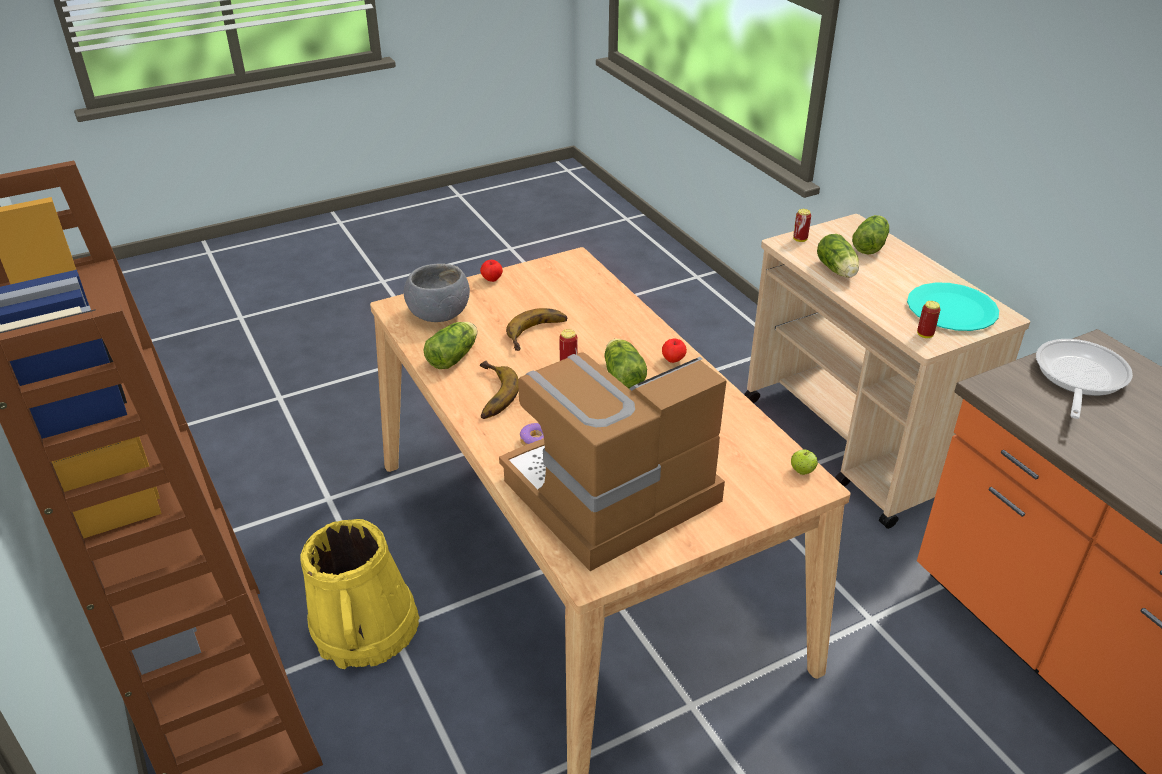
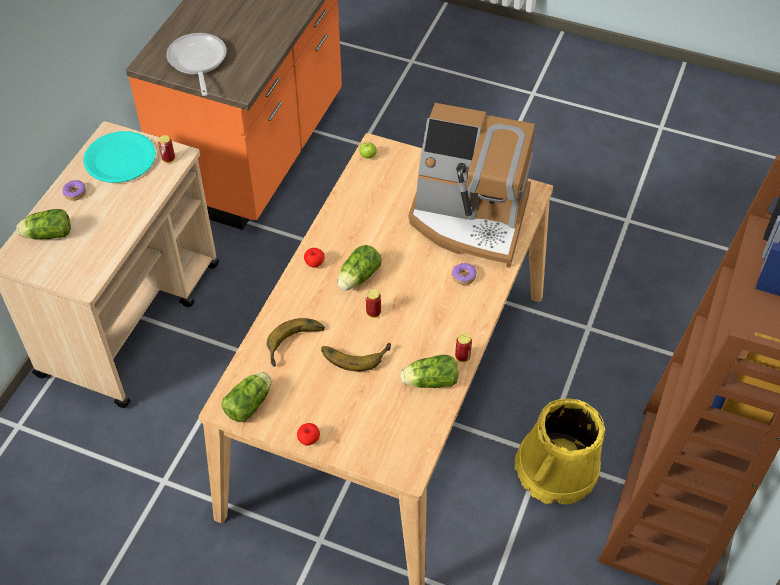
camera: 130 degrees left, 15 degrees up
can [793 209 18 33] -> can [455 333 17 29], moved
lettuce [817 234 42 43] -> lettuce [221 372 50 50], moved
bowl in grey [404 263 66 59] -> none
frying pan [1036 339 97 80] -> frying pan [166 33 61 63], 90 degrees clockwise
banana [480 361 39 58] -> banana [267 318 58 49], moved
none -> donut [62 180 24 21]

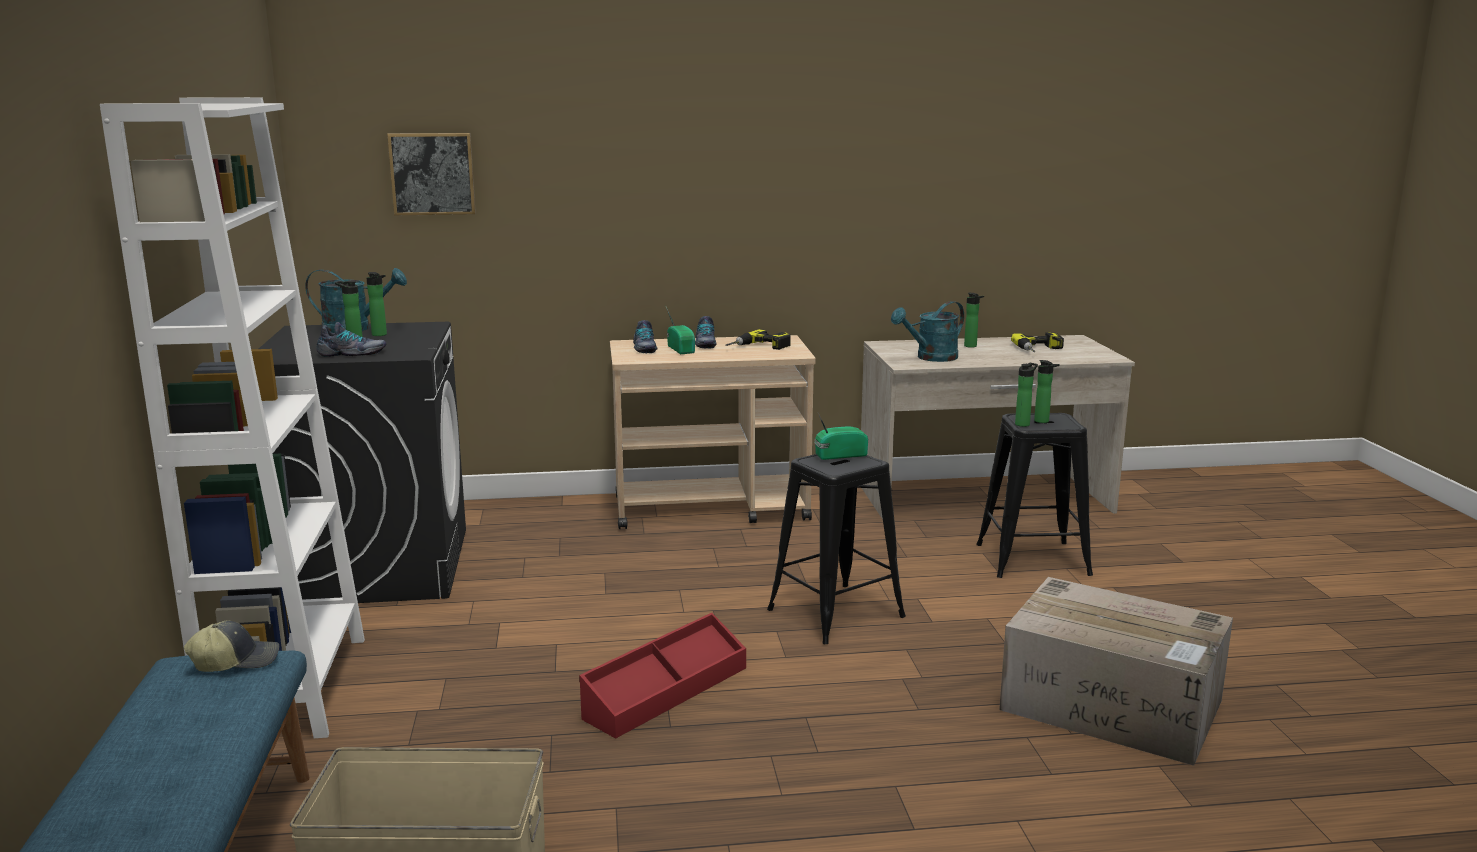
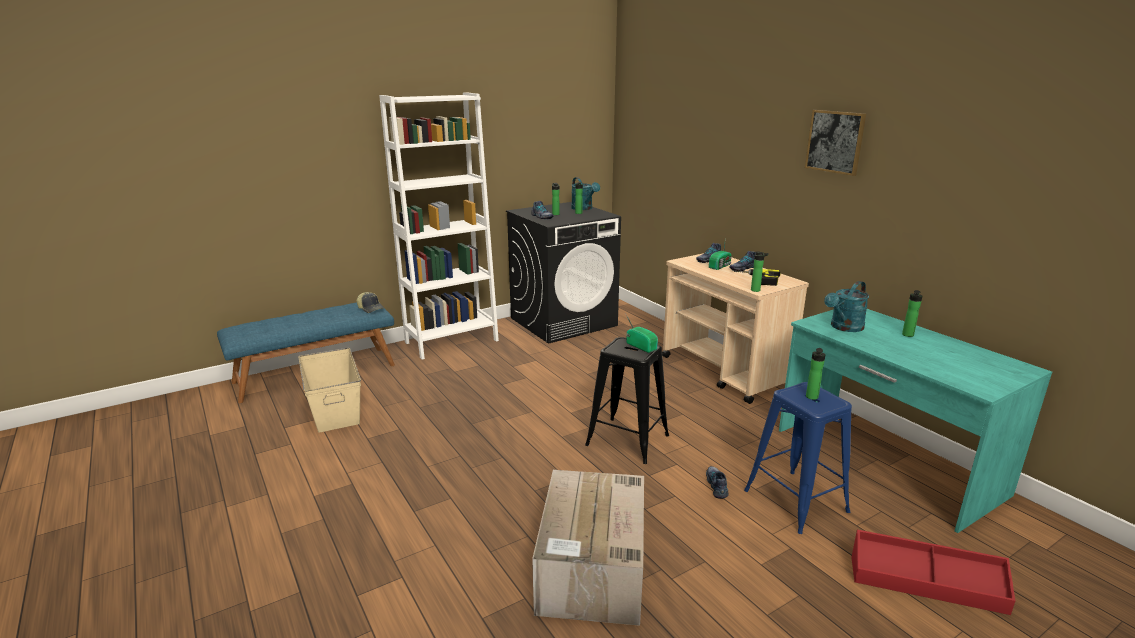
camera: 65 degrees right, 5 degrees up
picture [387 133 89 82] -> picture [805 110 61 66], moved
watering can in turquoise [891 301 73 61] -> watering can in turquoise [824 281 45 51], 75 degrees counterclockwise
power drill [1011 332 53 20] -> none
desk in beige [861 335 274 185] -> desk in turquoise [779 309 273 224]
bottle [1015 363 23 64] -> bottle [751 251 18 41], moved
stool in black [976 413 117 165] -> stool in blue [744 382 108 152]
storage box in red [579 613 167 126] -> storage box in red [851 530 164 85], moved
none -> shoe [706 466 22 33]

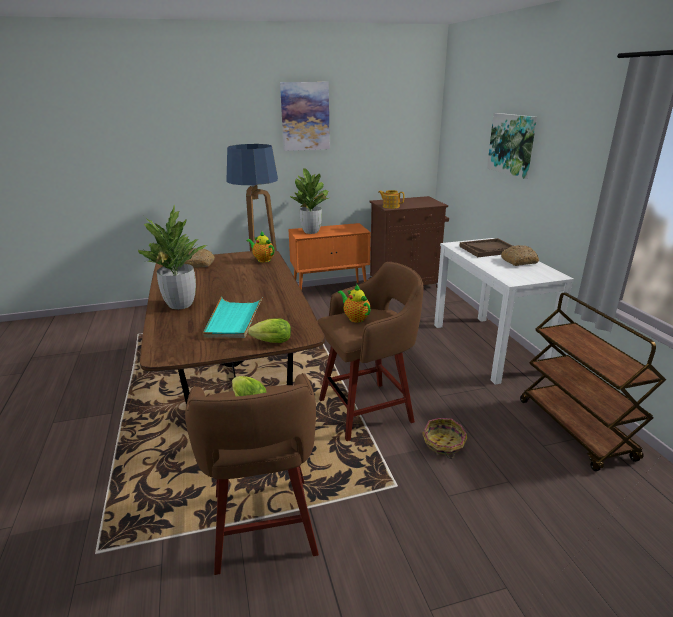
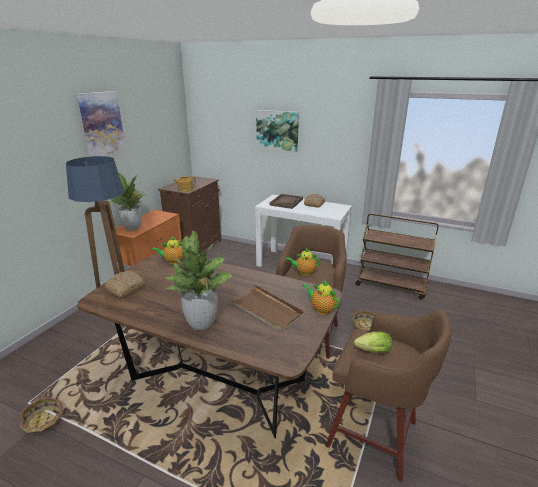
camera: 50 degrees left, 0 degrees up
tray in turquoise [203 297 59 41] -> tray in brown [229 285 75 47]
lettuce [248 318 43 25] -> teapot [302 280 38 35]
none -> basket [20 398 42 36]

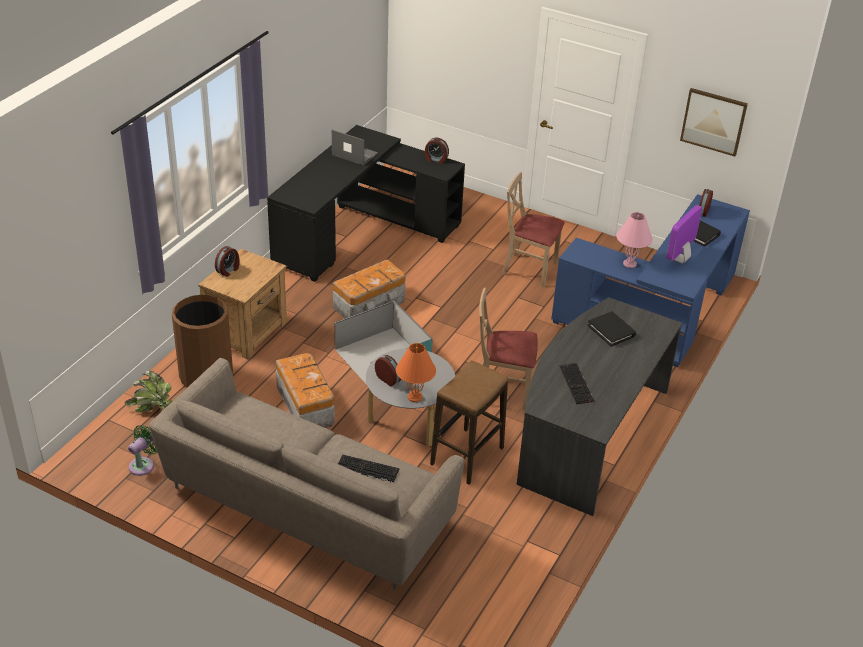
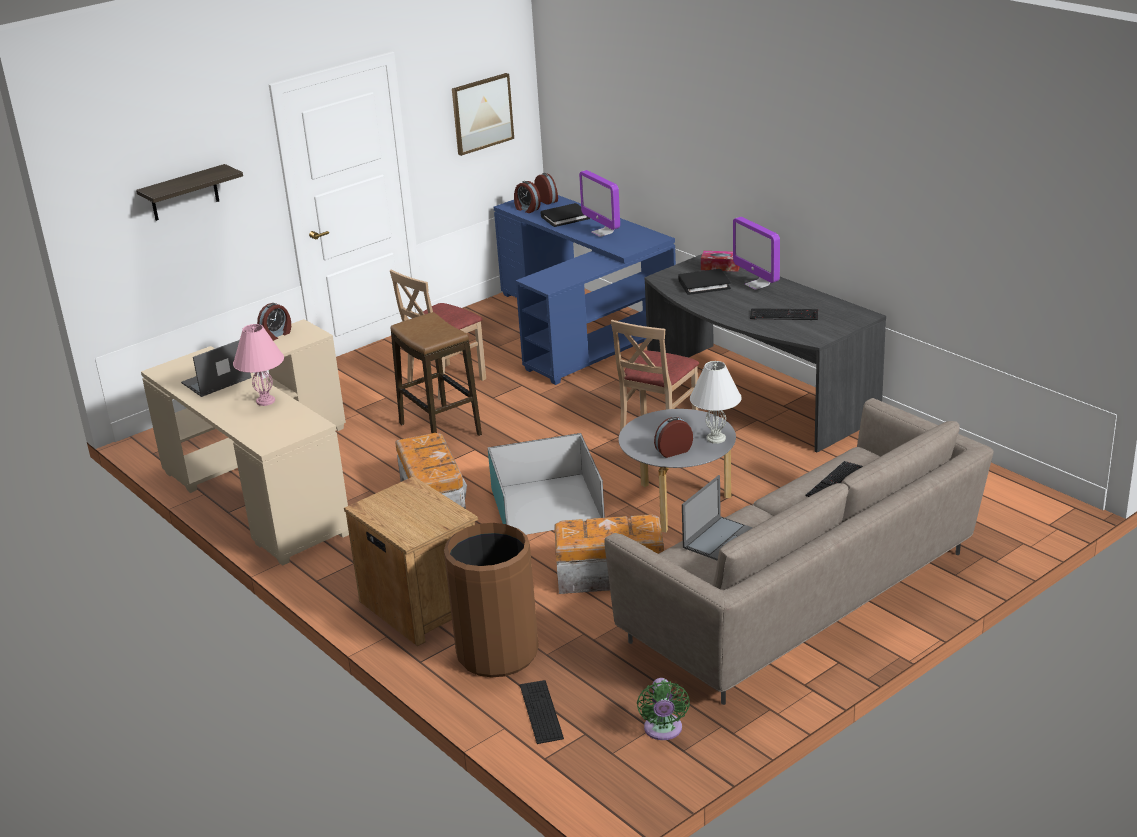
camera: 65 degrees left, 10 degrees down
desk in black [267 125 198 157] -> desk in beige [141 319 208 247]
table lamp in pink [616 212 37 56] -> table lamp in pink [233 324 51 82], moved
alarm clock [215 246 25 31] -> alarm clock [534 173 24 32], moved
table lamp in orange [396 343 40 59] -> table lamp in white [690 361 52 83]
stool [430 360 78 125] -> stool [390 312 92 124], moved
potted plant [125 371 47 42] -> keyboard [520 680 44 64]
fan in green [128 425 29 51] -> fan in green [637 678 53 62], 150 degrees counterclockwise
none -> shelf [136 164 107 57]
none -> monitor [733 217 47 73]
none -> tissue box [701 251 39 21]
none -> laptop [682 475 71 86]

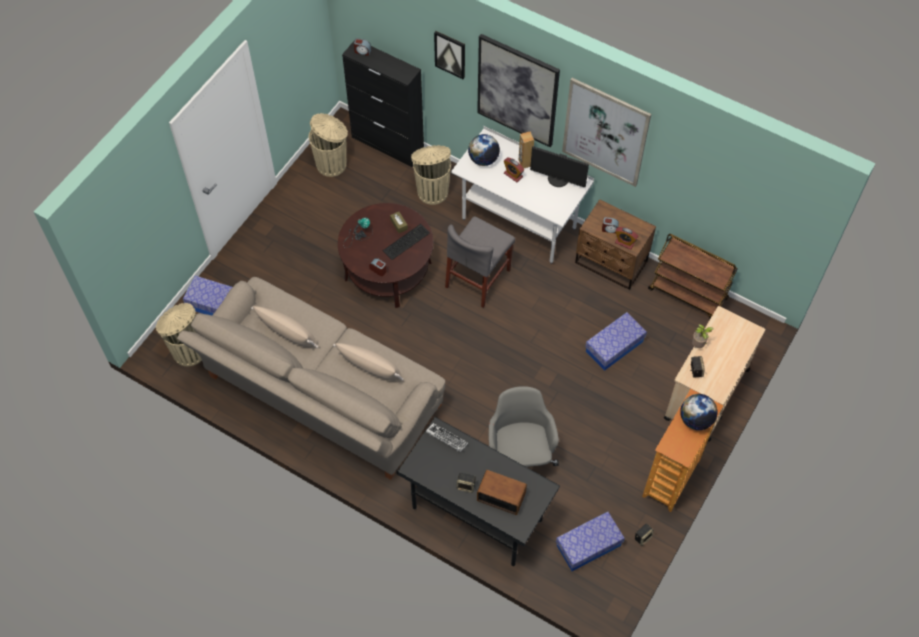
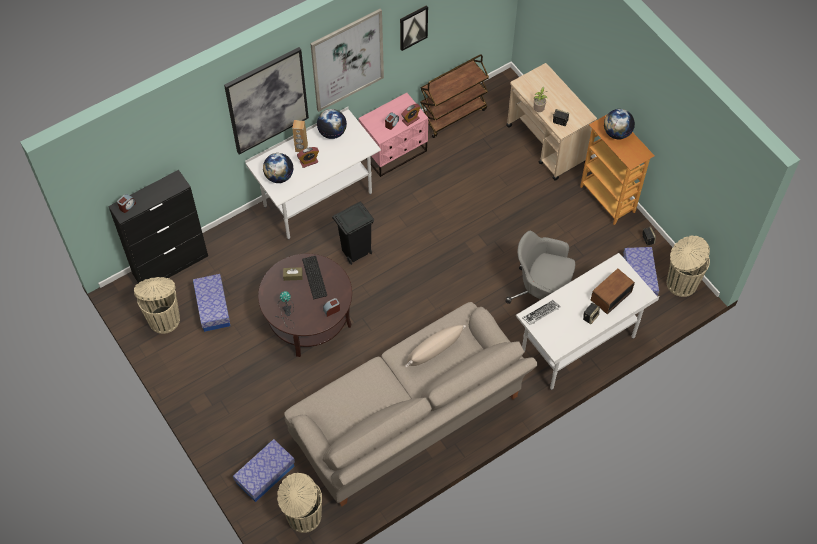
camera: 65 degrees left, 0 degrees up
picture [434 31 31 48] -> picture [400 5 28 46], moved
trash can in beige [411 145 40 60] -> trash can in beige [667 235 43 62], moved
monitor [530 146 59 42] -> globe [317 109 30 30]
nightstand in brown [575 199 81 91] -> nightstand in pink [358 93 70 84]
chair in grey [445 216 70 92] -> trash can in black [332 202 42 63]
pillow in beige [251 306 67 42] -> none
storage box [585 312 62 59] -> storage box [193 274 37 58], moved
desk in black [397 417 163 149] -> desk in white [516 253 143 137]

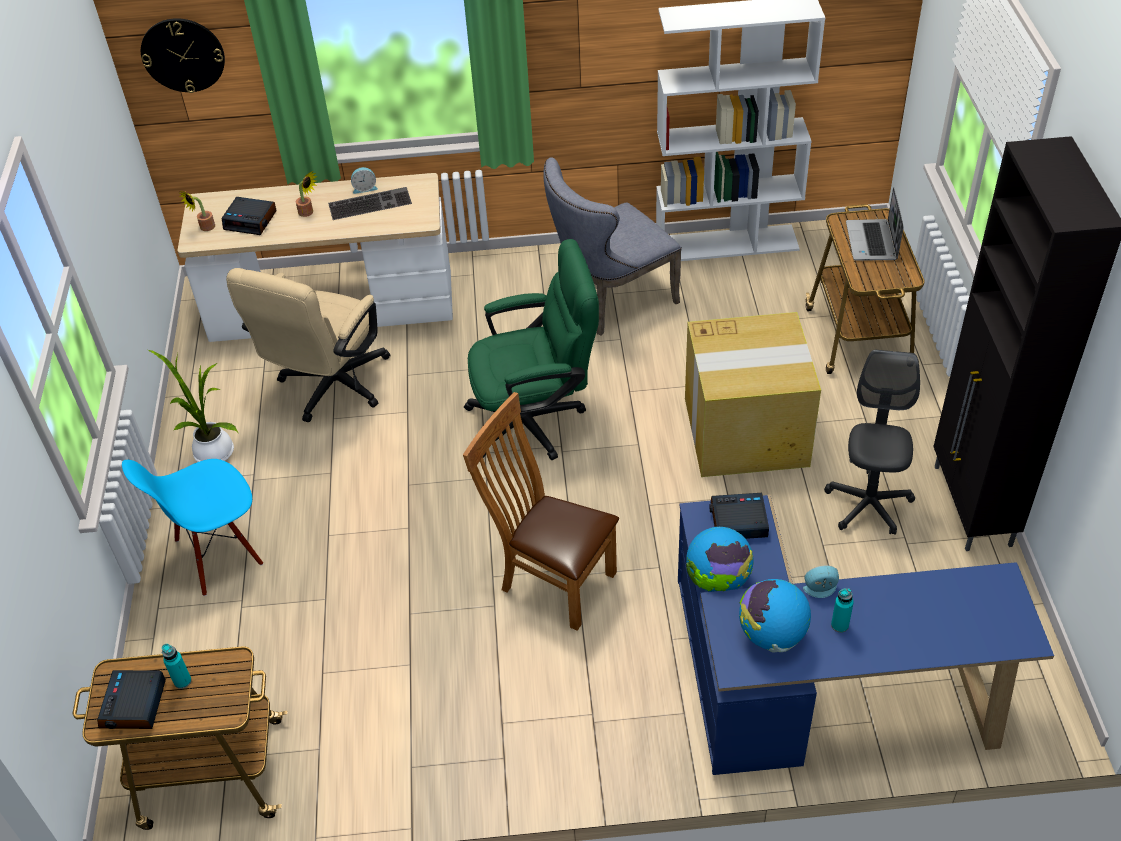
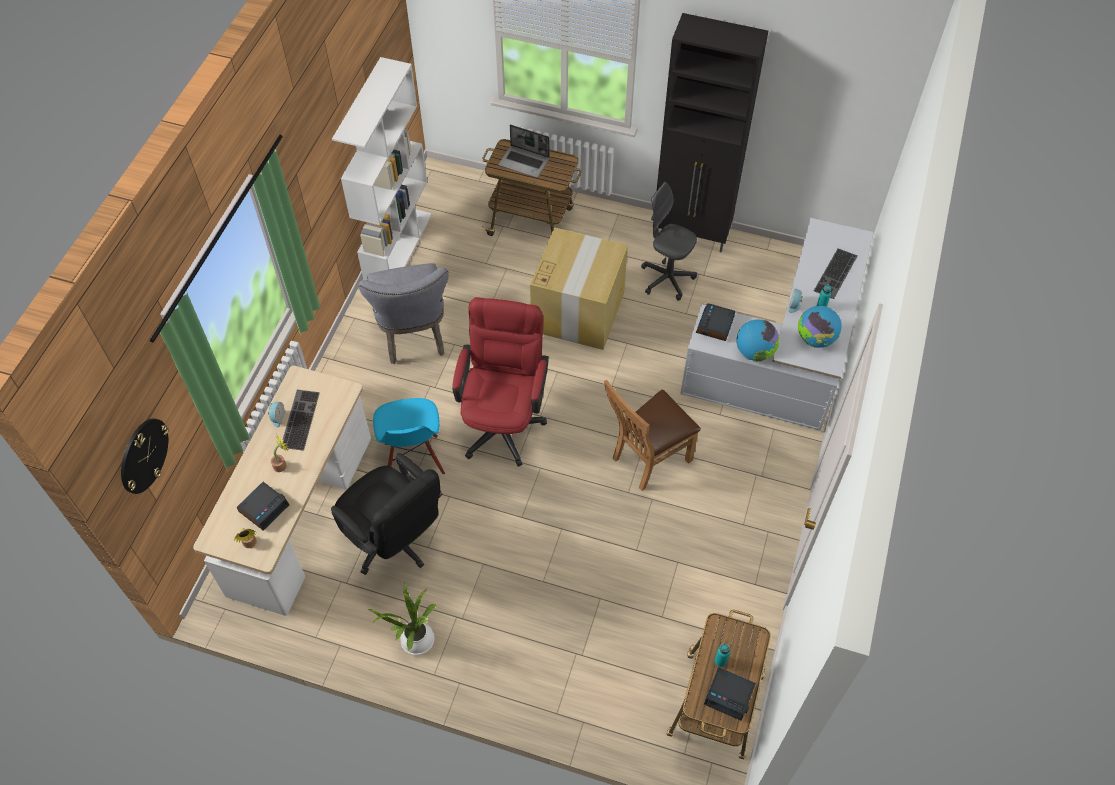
camera: 70 degrees left, 10 degrees up
office chair in green [464 239 135 221] -> office chair in red [452 297 97 170]
office chair in beige [226 268 165 155] -> office chair in black [331 453 111 122]
chair in blue [122 459 141 137] -> chair in blue [373 398 72 77], moved
desk in blue [678 494 376 281] -> desk in white [680 218 193 213]
none -> keyboard [814 248 43 51]

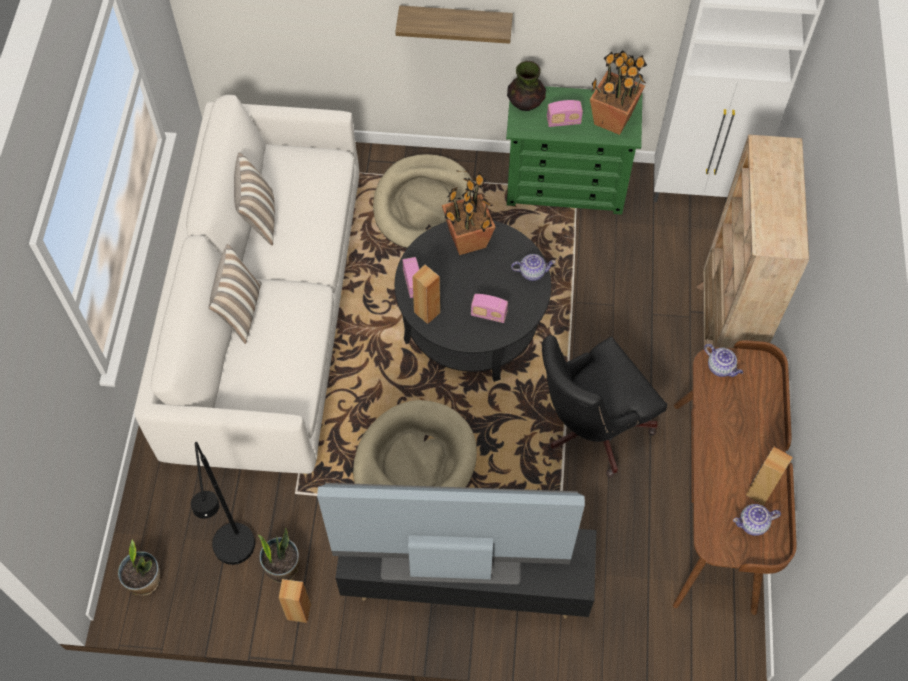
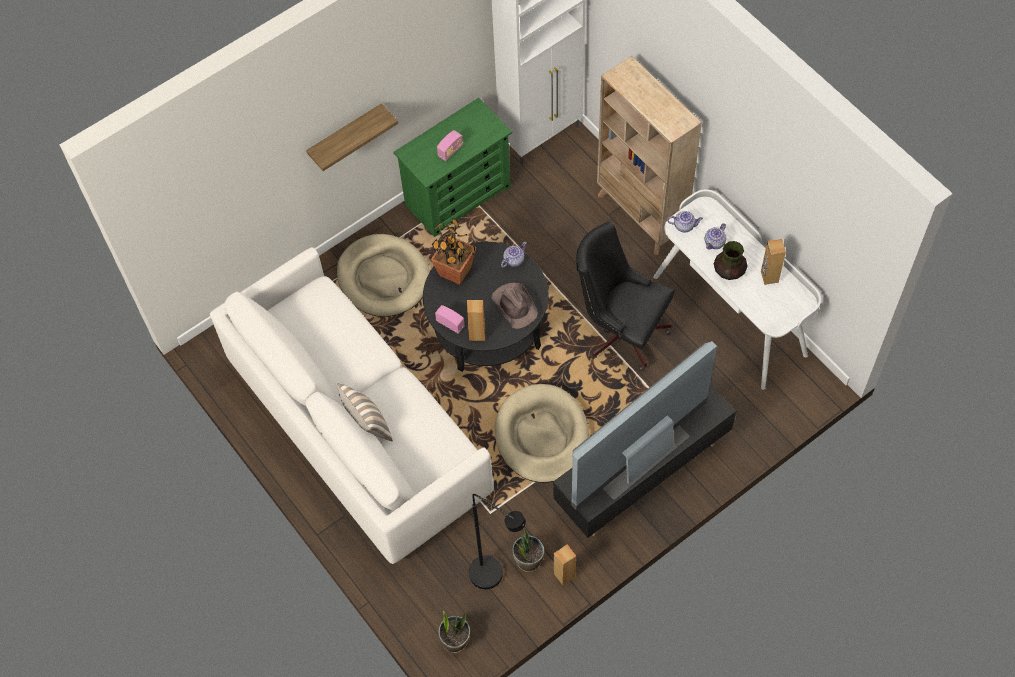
camera: 40 degrees left, 0 degrees up
potted plant [590 50 57 85] -> none
vase [507 61 39 50] -> vase [714 241 34 39], moved
pillow [234 153 41 93] -> none
radio [471 294 37 29] -> hat in brown [491 283 47 46]
office chair in black [542 335 125 143] -> office chair in black [576 222 99 149], 105 degrees clockwise
desk in brown [673 340 124 275] -> desk in white [653 190 168 200]
teapot [733 504 48 32] -> teapot [704 223 22 27], moved

